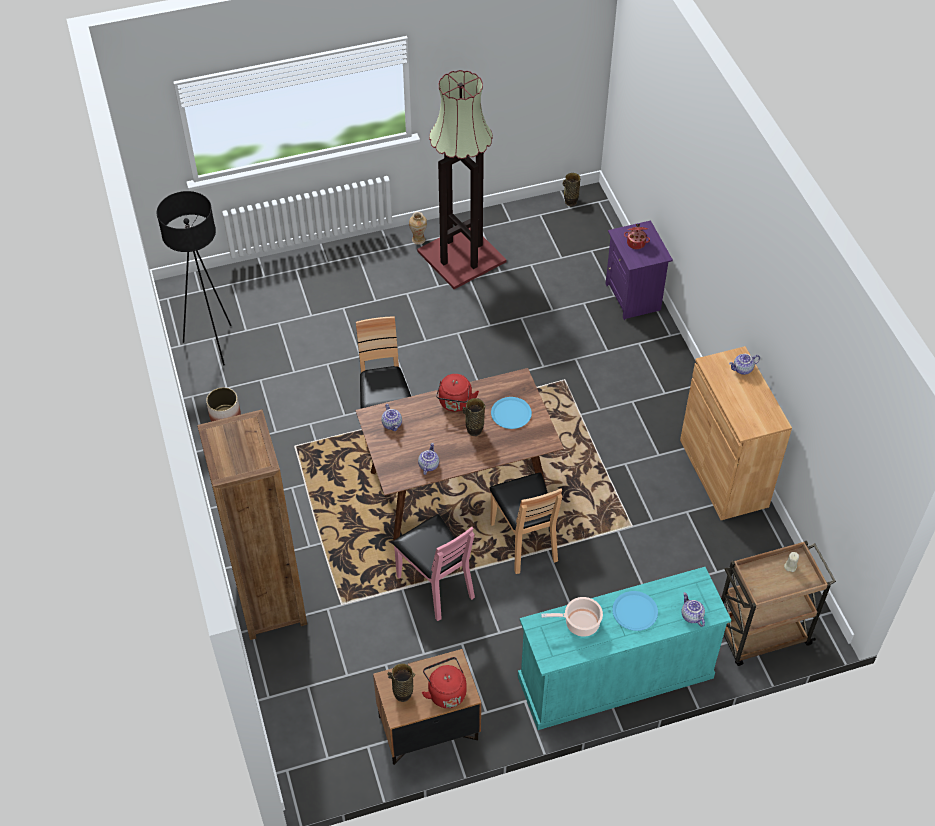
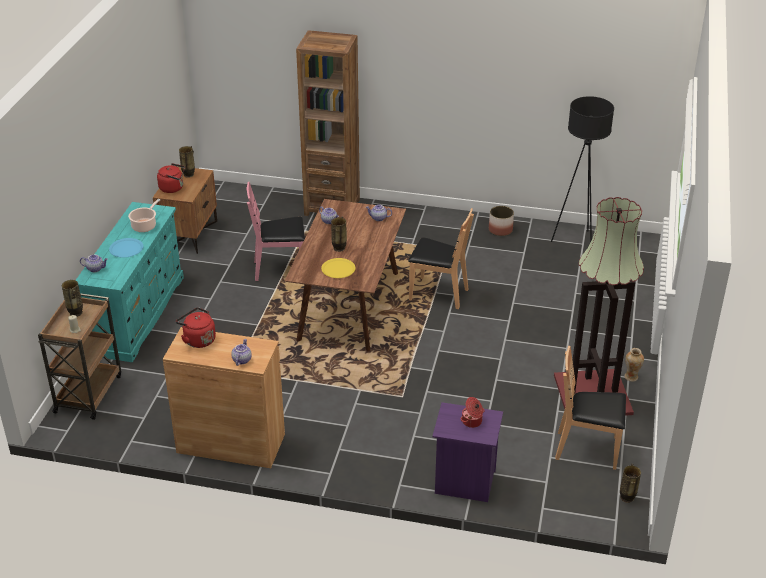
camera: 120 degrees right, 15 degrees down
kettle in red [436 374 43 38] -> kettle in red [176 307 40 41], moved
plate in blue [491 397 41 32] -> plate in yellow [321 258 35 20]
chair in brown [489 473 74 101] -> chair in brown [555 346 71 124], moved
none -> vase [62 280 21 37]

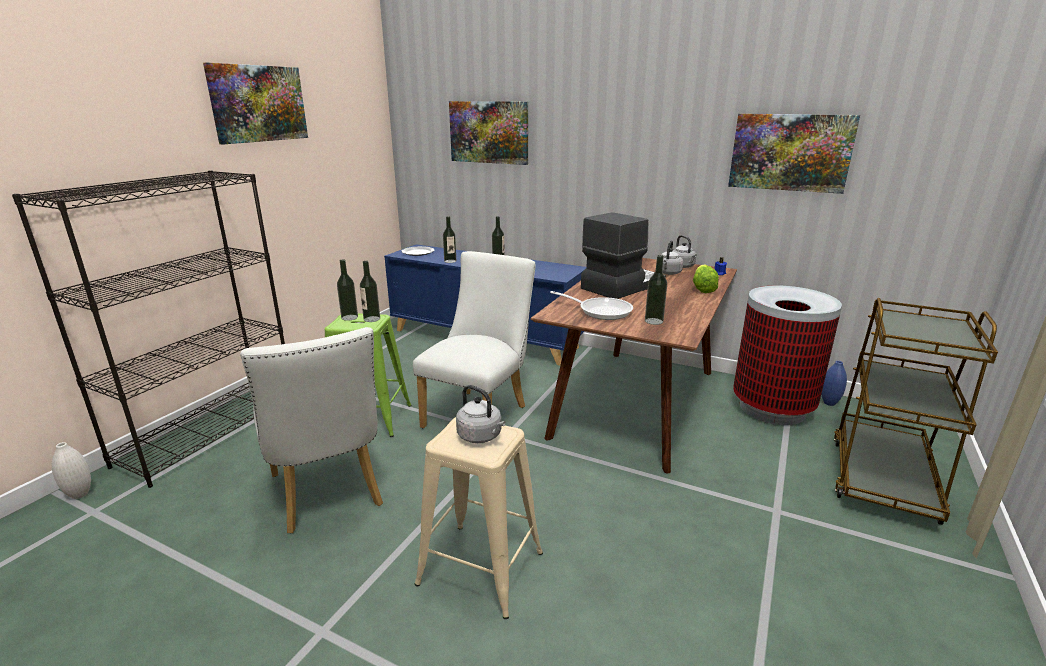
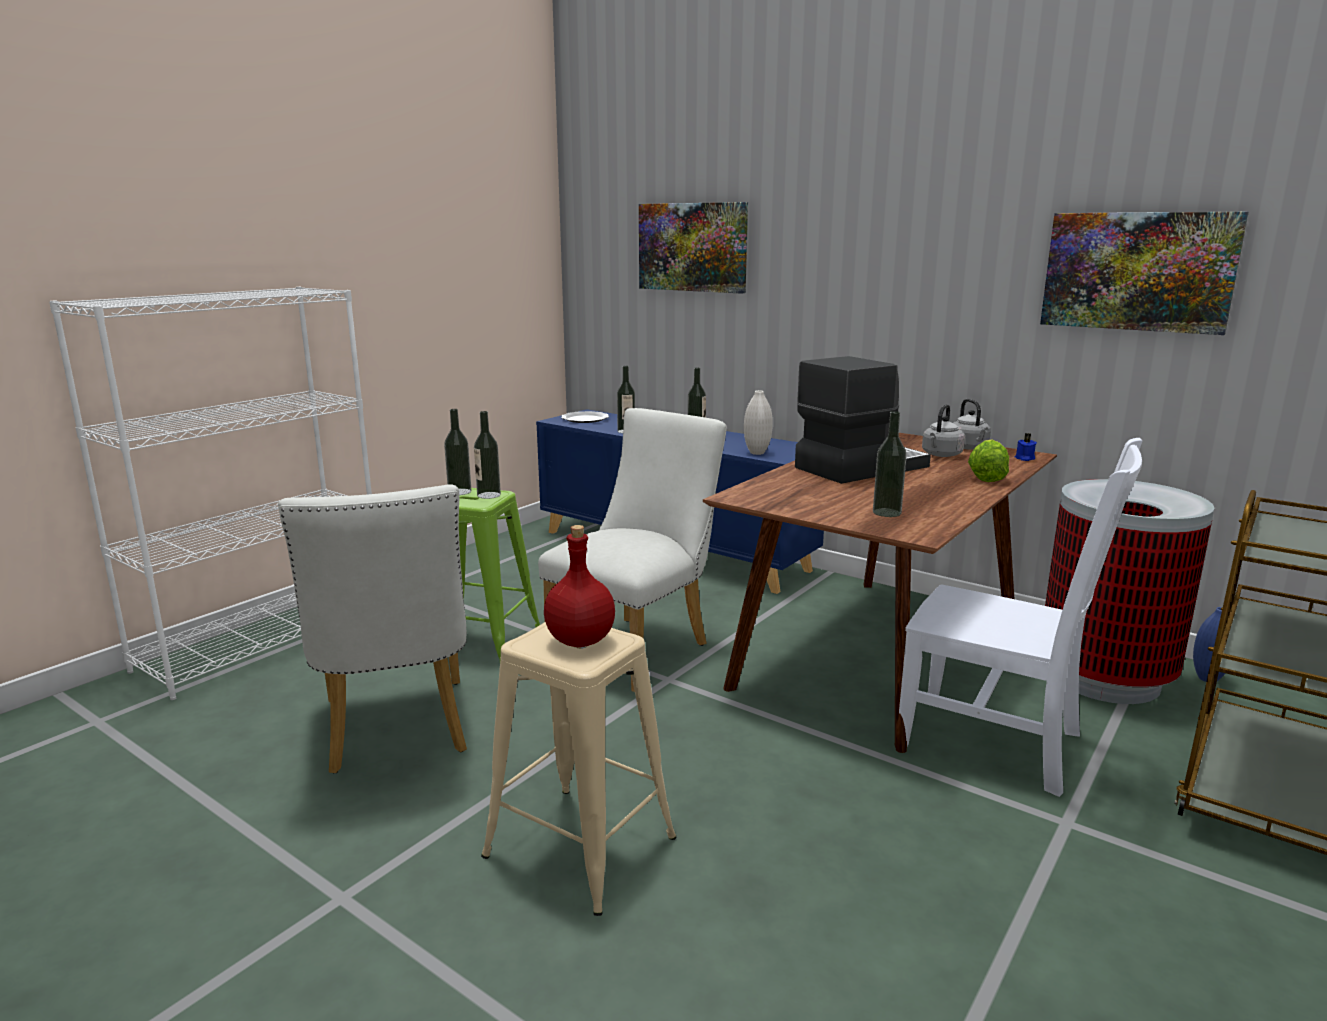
camera: 10 degrees right, 5 degrees down
picture [203 63 105 81] -> none
bookcase in black [12 170 273 318] -> bookcase in white [49 287 323 413]
frying pan [550 291 83 29] -> none
kettle in grey [456 385 50 58] -> bottle in red [544 525 71 122]
vase in white [52 442 39 57] -> vase in white [744 390 29 65], moved
none -> chair in white [899 438 243 359]

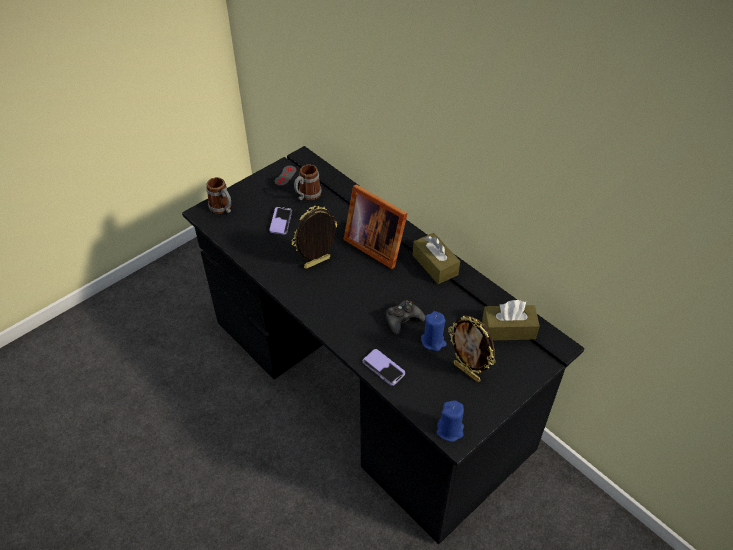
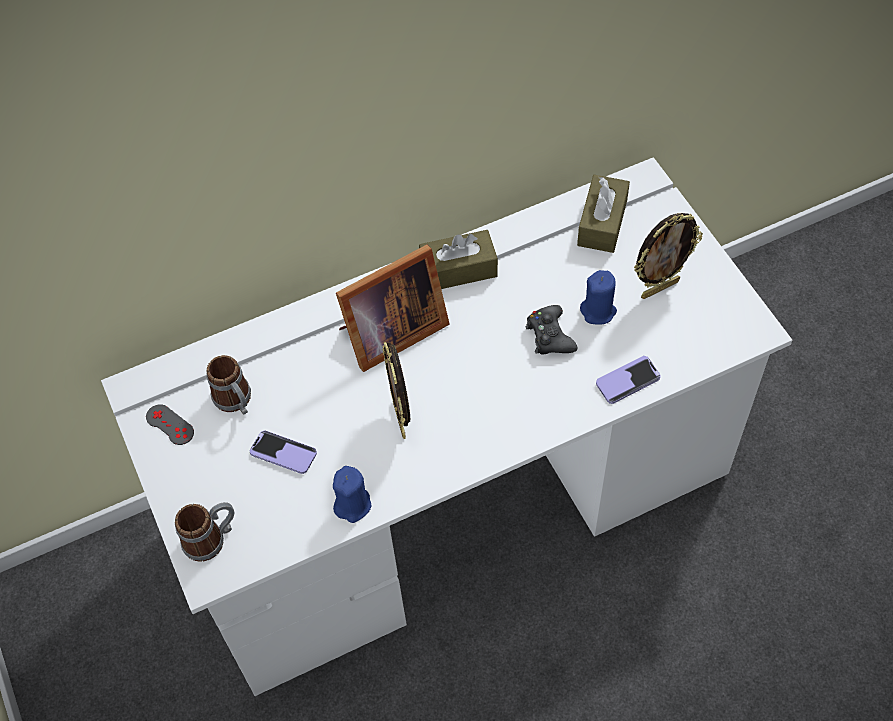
camera: 70 degrees left, 10 degrees up
desk in black [182 146 403 399] -> desk in white [101 157 691 539]
candle in blue [436 400 28 42] -> candle in blue [333 466 39 57], moved

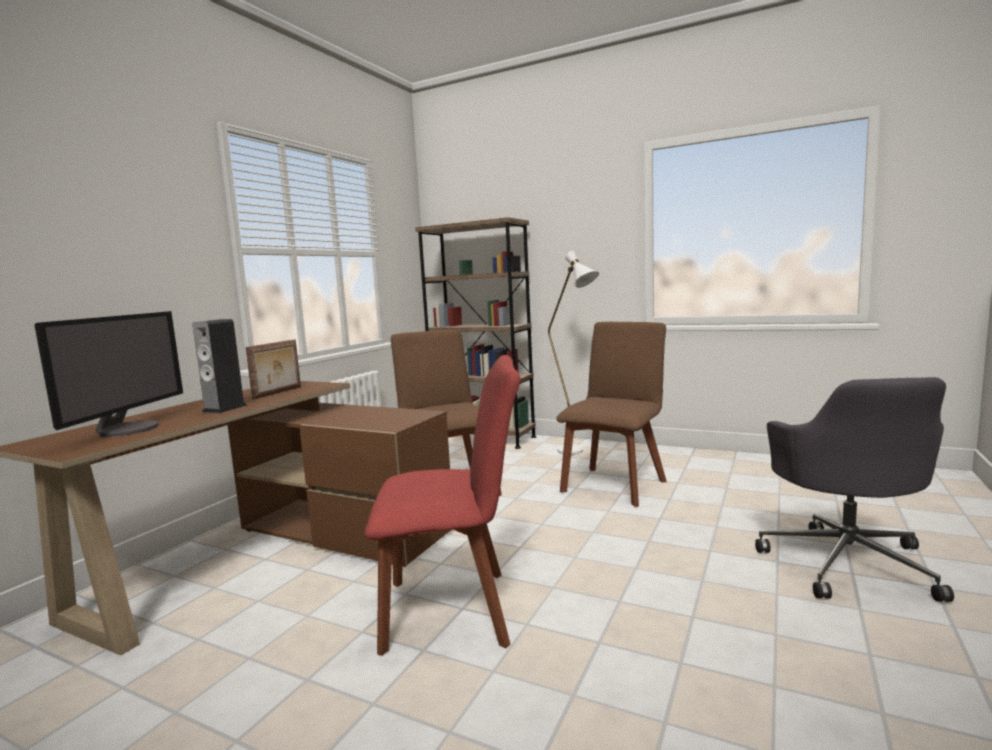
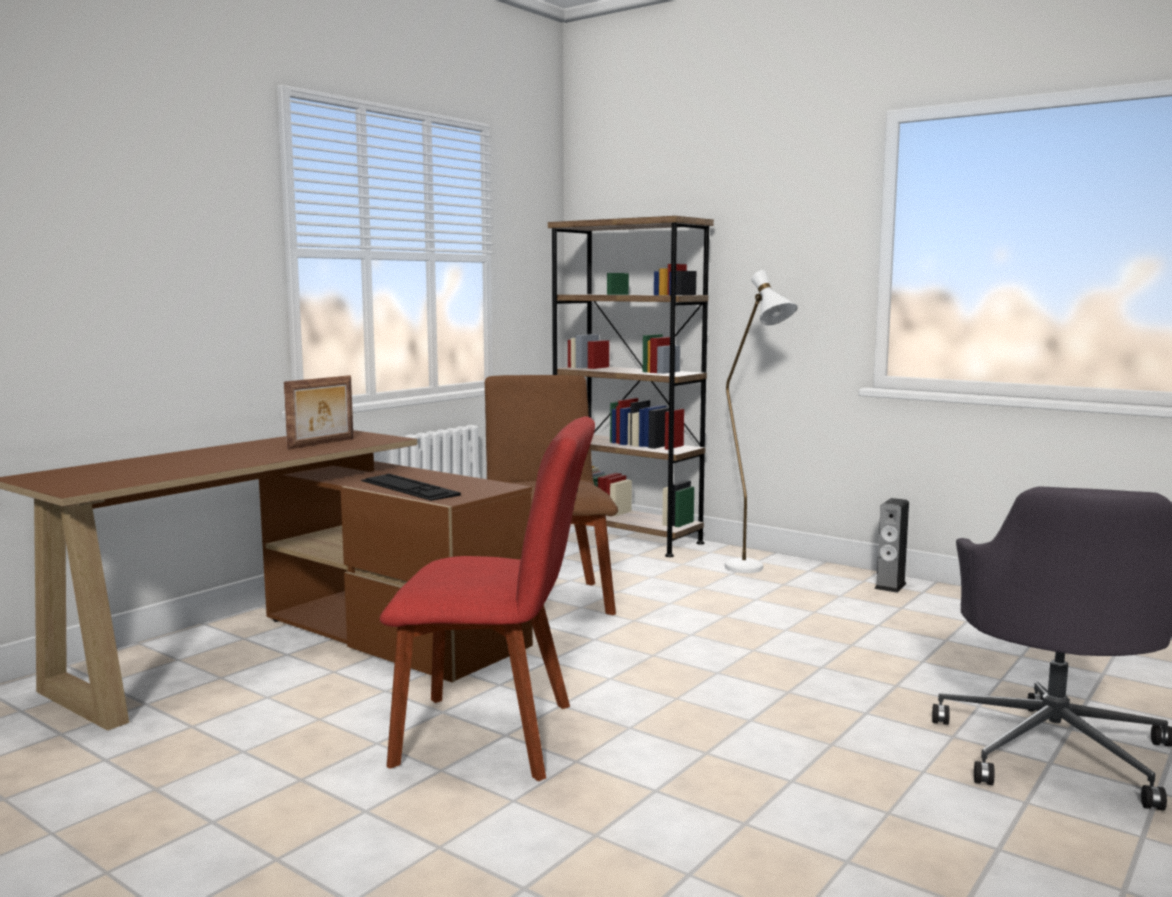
camera: 10 degrees right, 0 degrees up
monitor [34 311 149 126] -> none
speaker [193 319 54 94] -> speaker [874 498 35 95], moved
chair in brown [556 322 111 185] -> none
none -> keyboard [361 474 100 27]

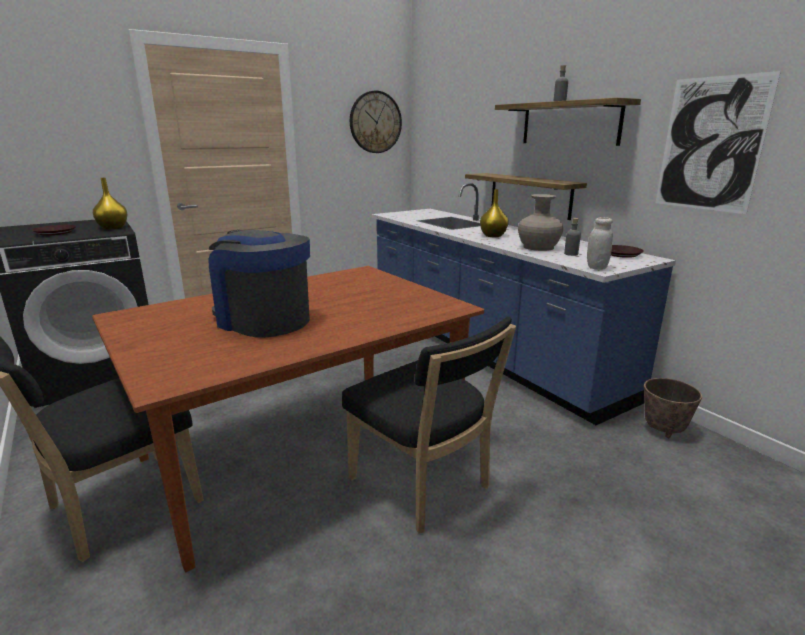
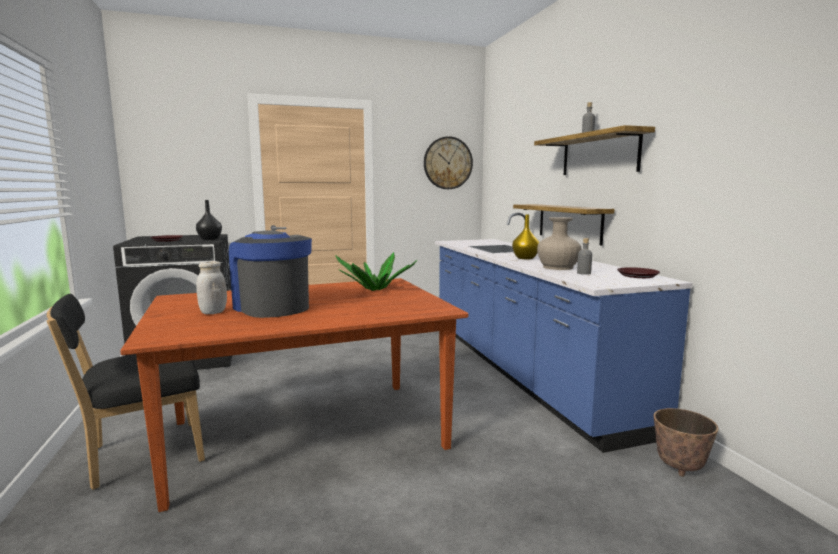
camera: 15 degrees right, 10 degrees down
picture [656 71 125 143] -> none
vase in yellow [93 178 35 52] -> vase in black [196 200 26 40]
jar in white [587 217 26 53] -> jar in white [196 261 31 53], moved
chair in black [342 317 174 217] -> none
none -> potted plant [335 252 82 39]

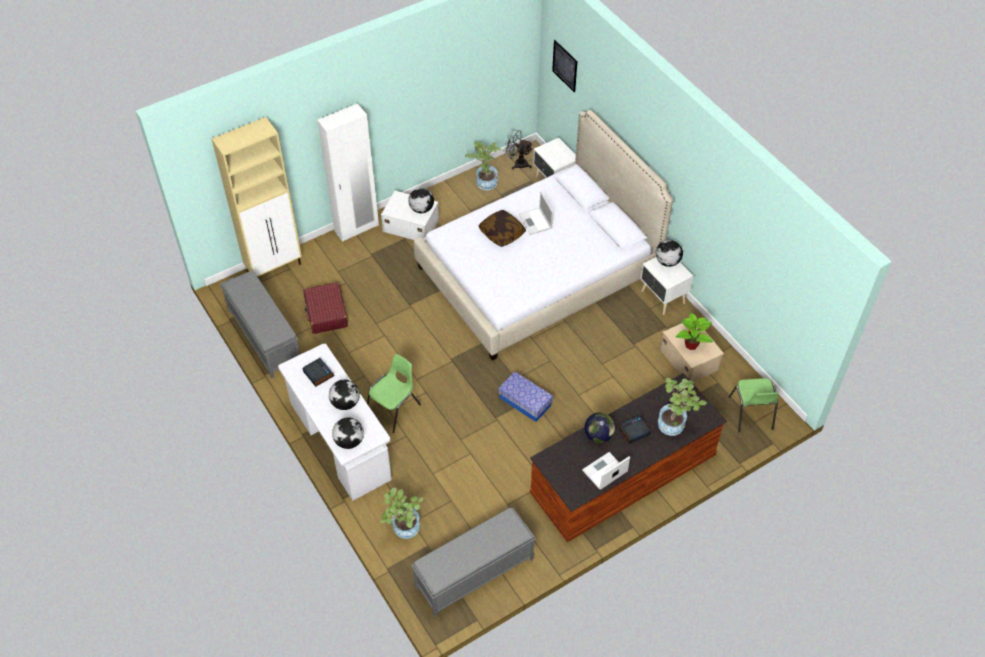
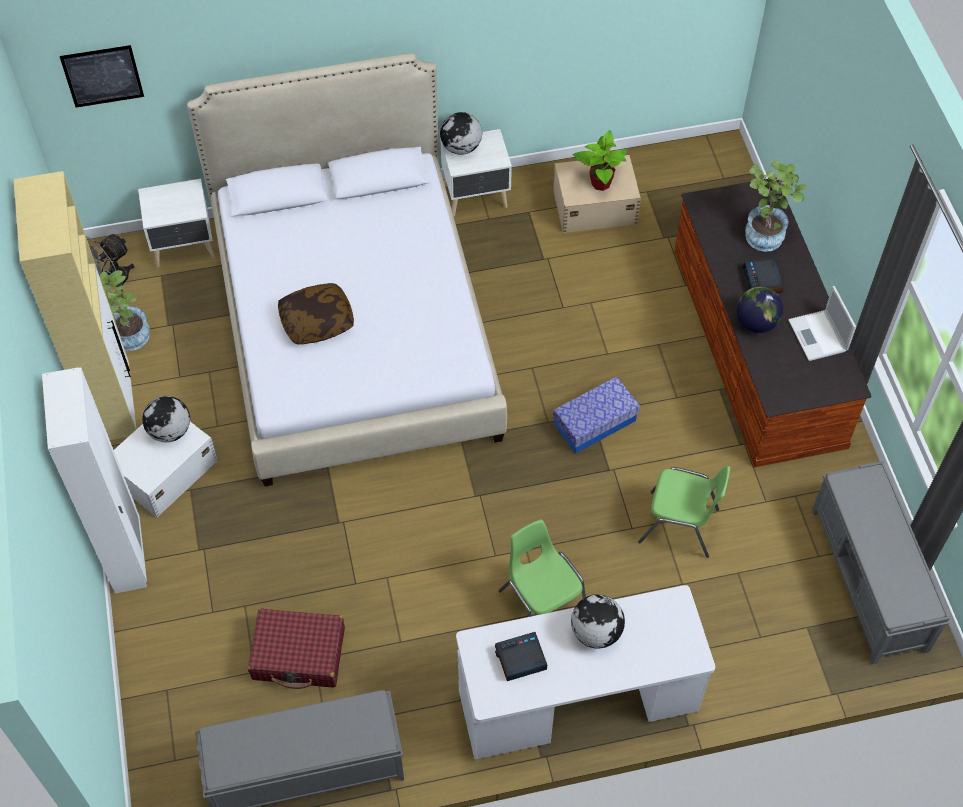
camera: 70 degrees left, 5 degrees up
cabinet in beige [211 117 91 160] -> cabinet in beige [14 171 123 269], moved
laptop [519 192 34 43] -> none
chair in green [729 378 50 54] -> chair in green [638 466 92 92], moved
globe [332 417 32 32] -> none
potted plant [381 487 42 52] -> none

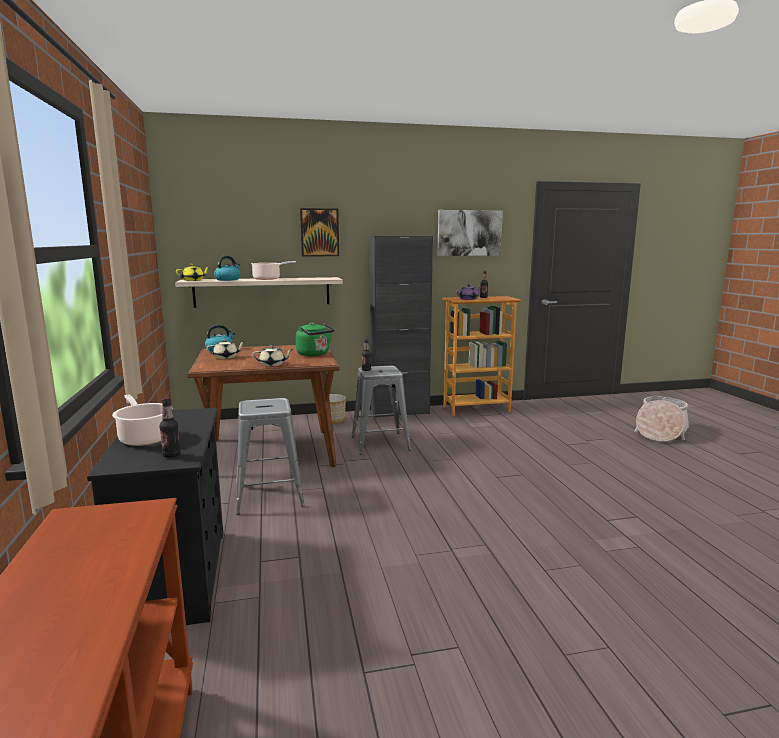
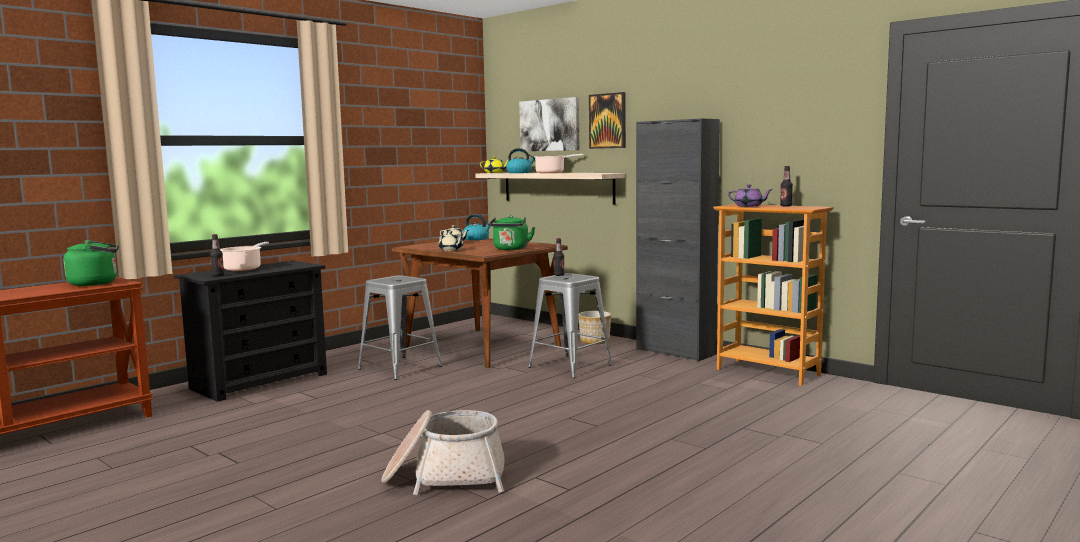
camera: 55 degrees right, 5 degrees down
picture [437 210 66 46] -> picture [519 97 60 54], moved
basket [635 396 54 46] -> basket [381 410 123 85], moved
none -> kettle in green [64 240 55 46]

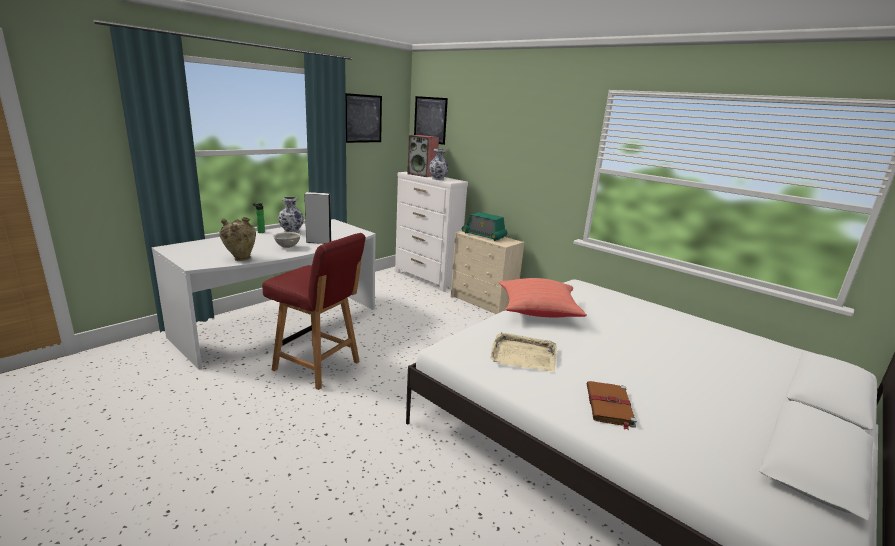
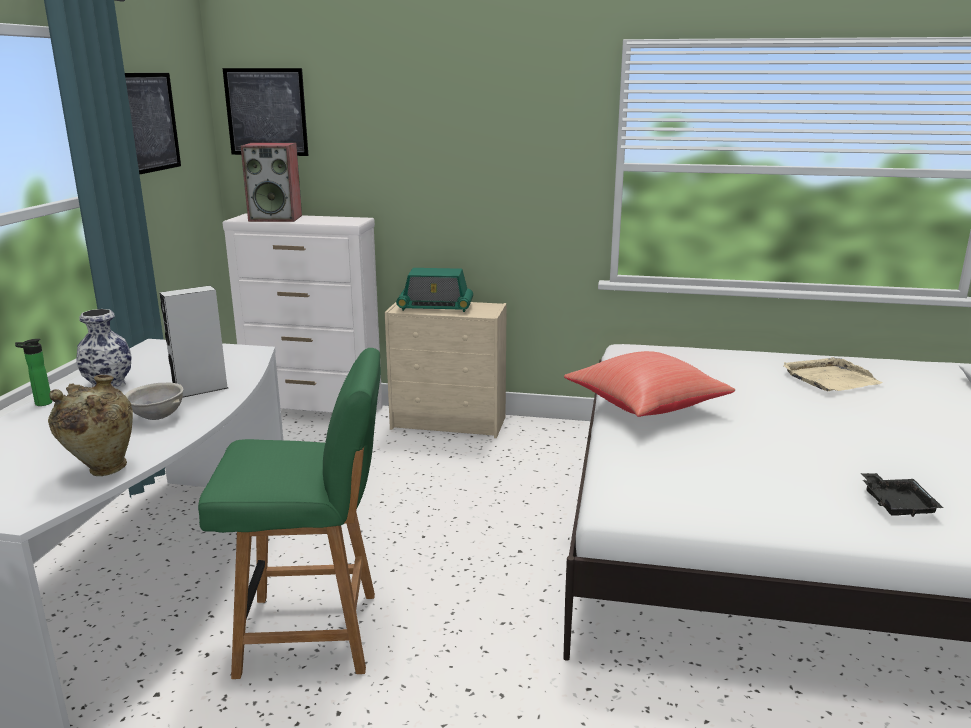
camera: 30 degrees left, 0 degrees up
vase [429 149 20 31] -> none
chair in red [262 233 104 157] -> chair in green [198 348 183 331]
tray in beige [491 332 66 39] -> tray in beige [783 357 100 34], moved
book in brown [587 381 50 49] -> tray in black [861 473 82 44]

